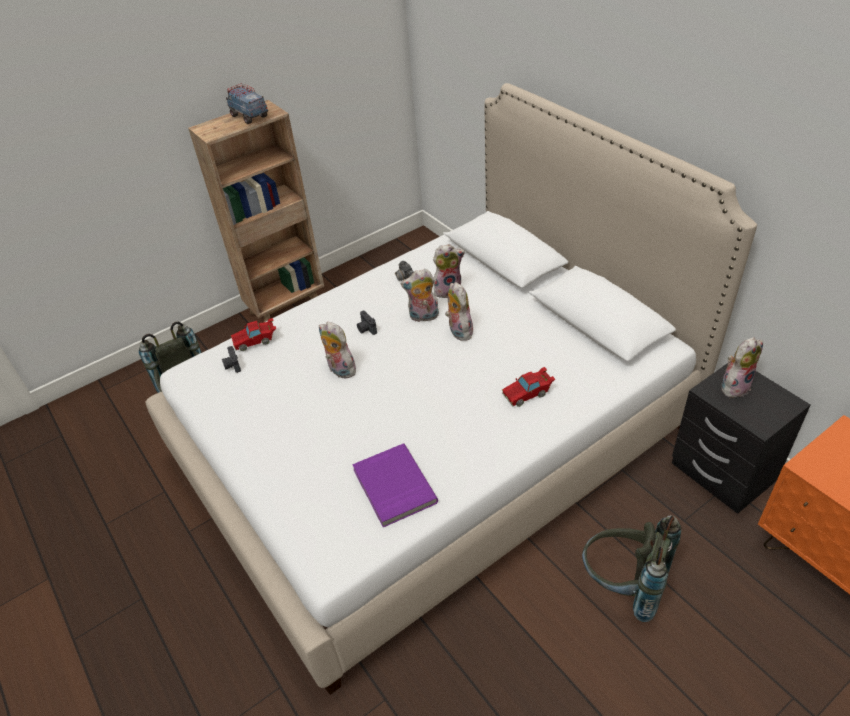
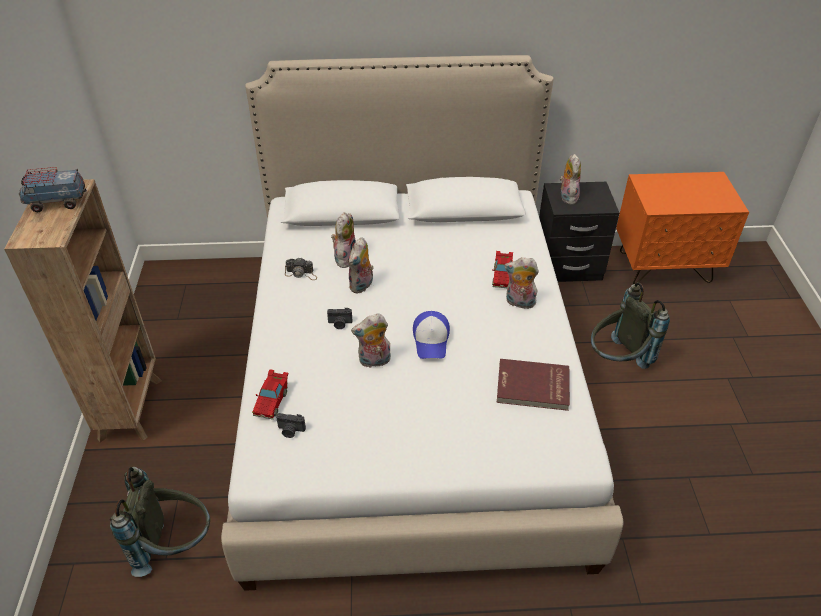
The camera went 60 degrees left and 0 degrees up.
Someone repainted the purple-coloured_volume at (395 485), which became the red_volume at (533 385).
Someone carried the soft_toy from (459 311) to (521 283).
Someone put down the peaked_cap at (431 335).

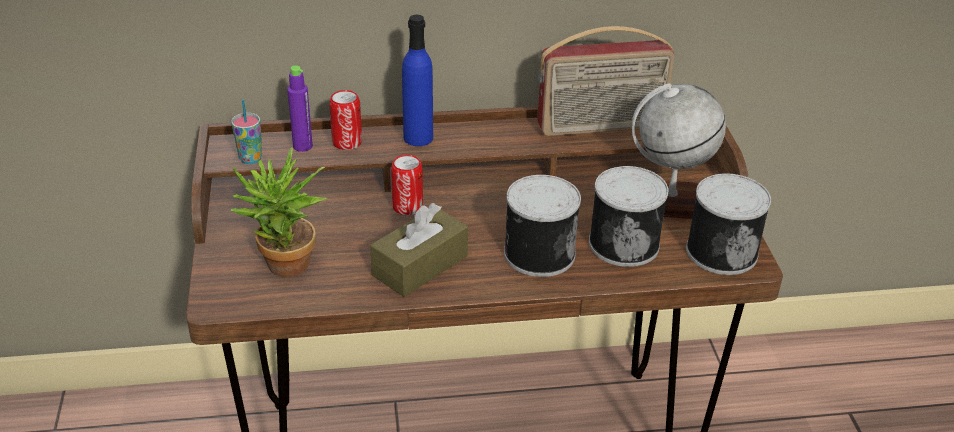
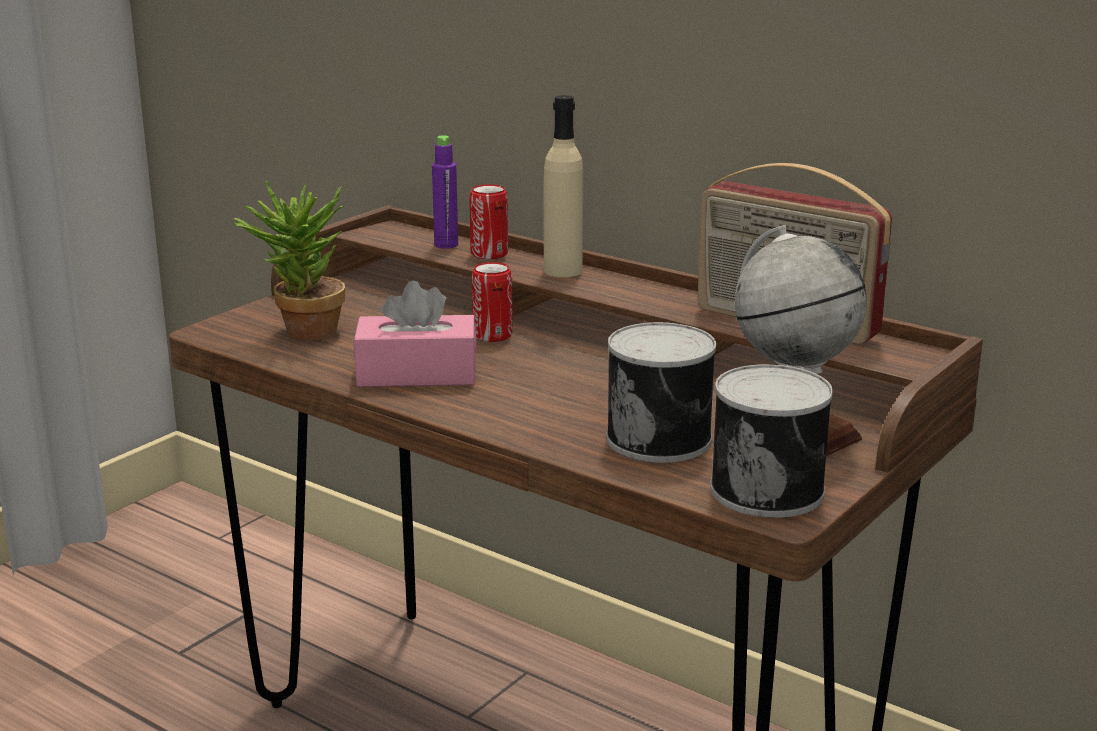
The camera went 45 degrees right and 15 degrees down.
Someone took away the small_cup at (246 132).
Someone repainted the brown-coloured_tissue_holder at (419 250), which became the pink-coloured_tissue_holder at (415 333).
Someone repainted the blue-coloured_bottle at (417 80), which became the sand-coloured_bottle at (563 186).
Someone took away the can at (542 226).

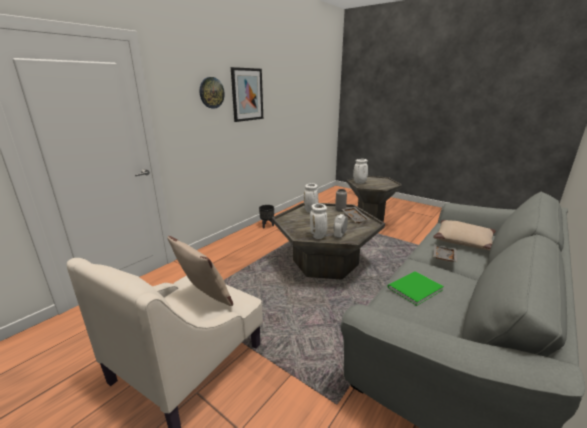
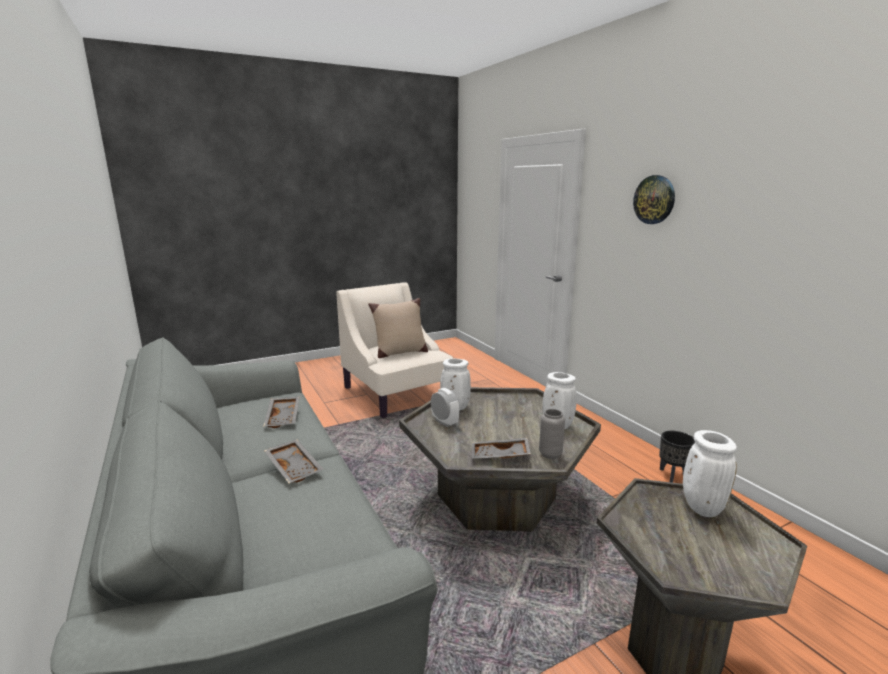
The camera went 115 degrees right and 5 degrees down.
Someone took away the wall_picture at (247 94).
Someone swapped the green_volume at (416 288) for the grey_carrying_tray at (281 412).
Someone took away the sand-coloured_cushion at (464 235).

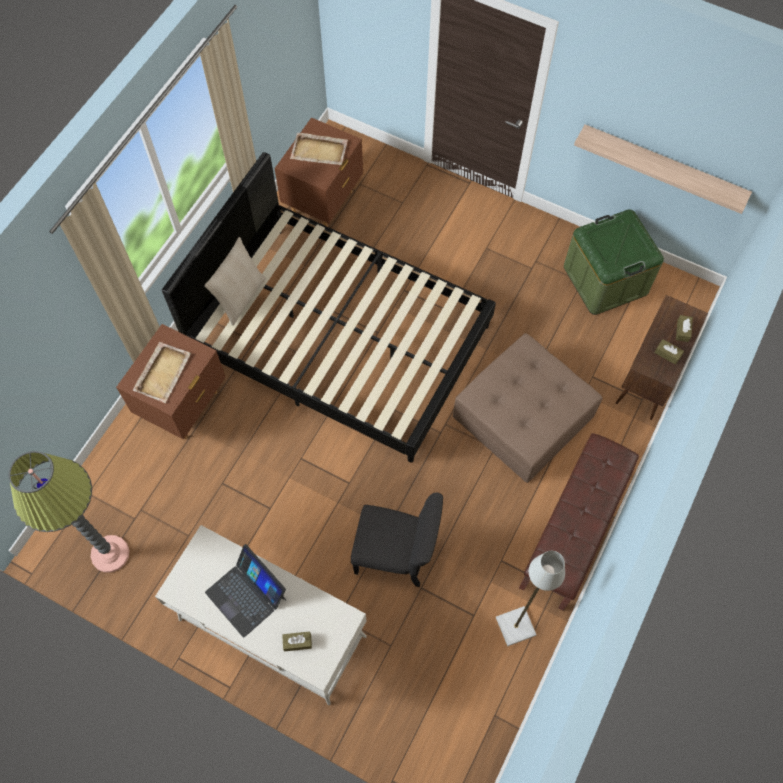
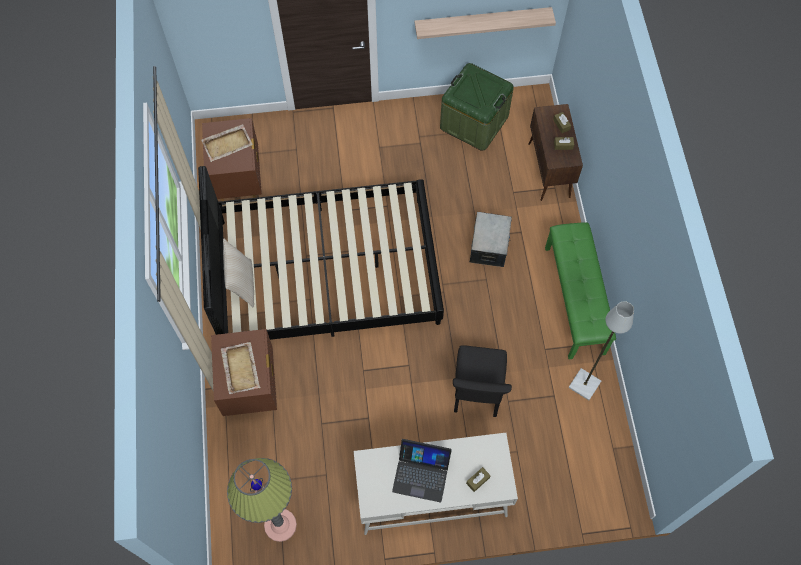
The camera went 35 degrees left and 0 degrees up.
Someone rotated the black-coloured_chair at (397 540) by 120 degrees clockwise.
Someone swapped the brown-coloured_ottoman at (528 408) for the storage_container at (491 239).
Someone repainted the brown-coloured_indoor_bench at (579 522), which became the green_indoor_bench at (580 291).

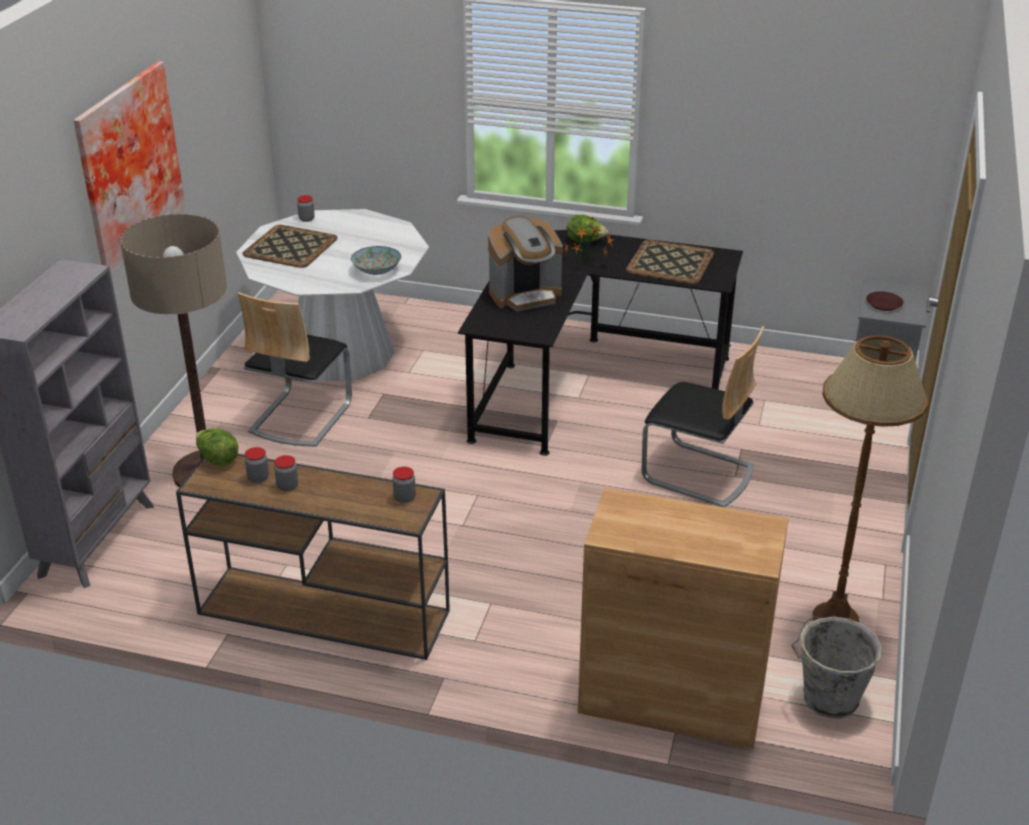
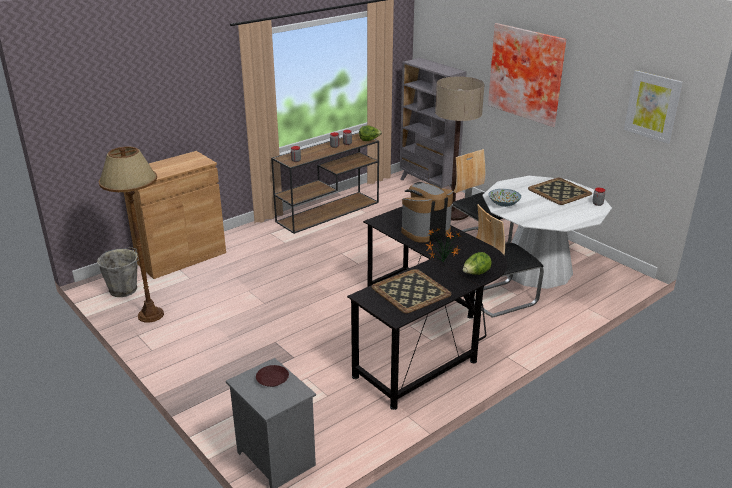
The camera went 125 degrees right and 5 degrees down.
Someone rotated the coffee_maker at (525 264) by 45 degrees clockwise.
Someone carried the chair from (703 416) to (506 261).
Someone put up the wall_picture at (653 107).

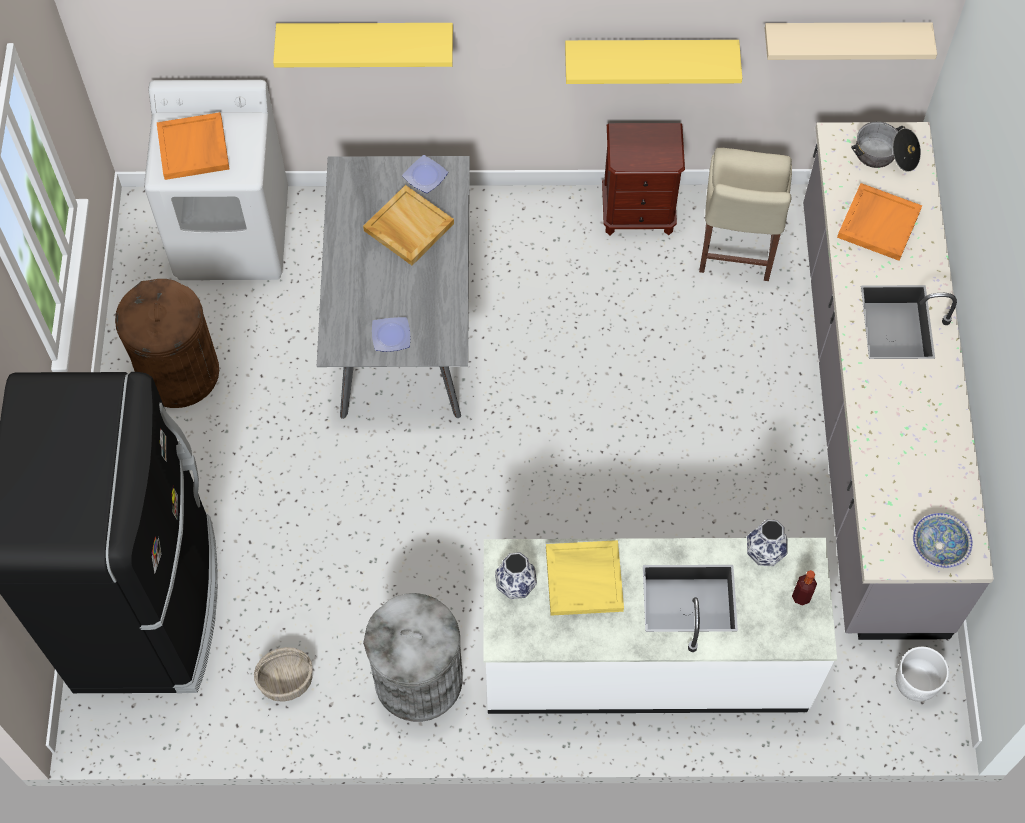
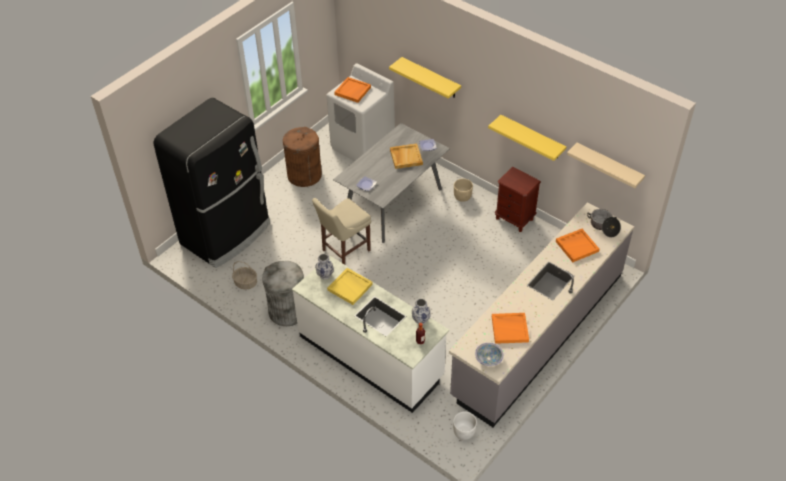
The camera went 40 degrees right and 15 degrees down.
Someone carried the sand-coloured_chair from (745 214) to (341 231).
Someone put down the sand-coloured_planter at (463 190).
Someone put down the orangey_carrying_tray at (510 328).

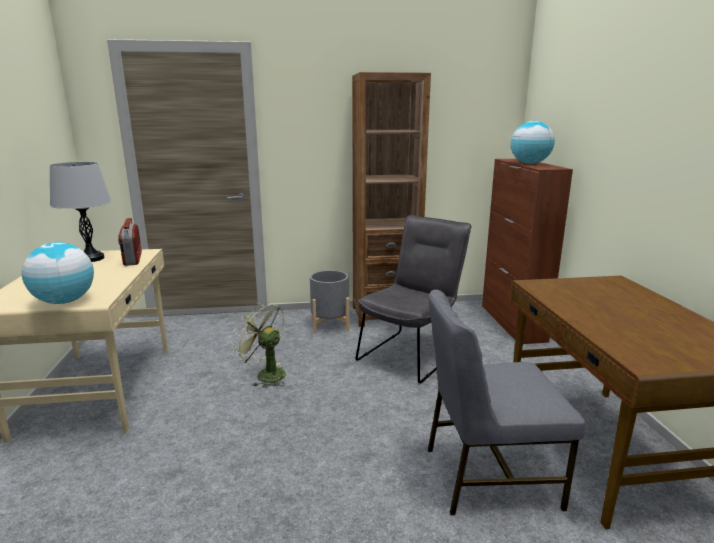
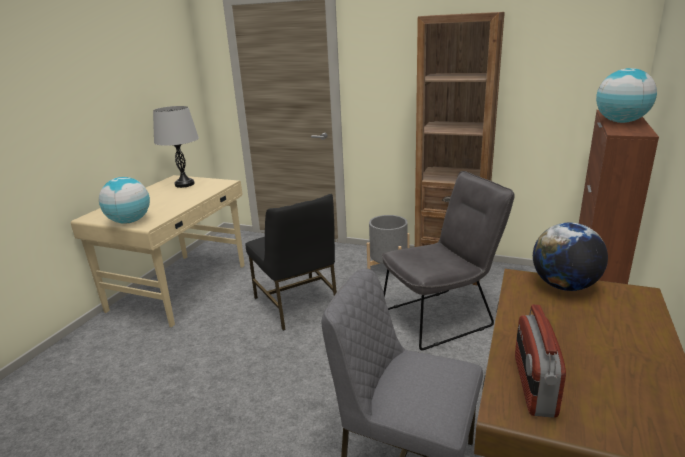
The camera went 30 degrees right and 5 degrees up.
Someone carried the radio_receiver from (130 242) to (540 361).
Someone swapped the green_cooling_fan at (259 345) for the black-coloured_chair at (291 262).
Someone put down the desk_globe at (570 257).

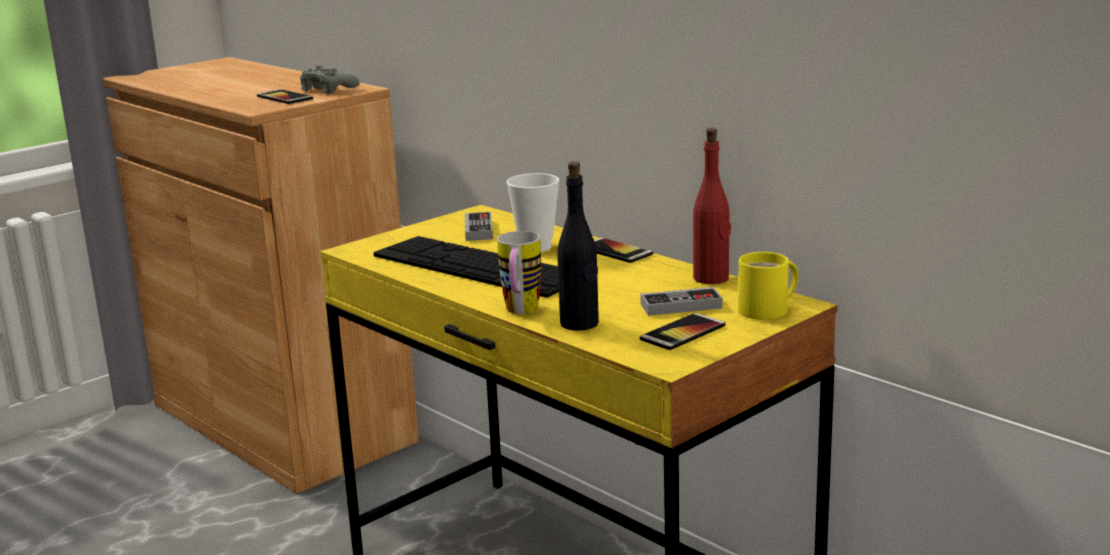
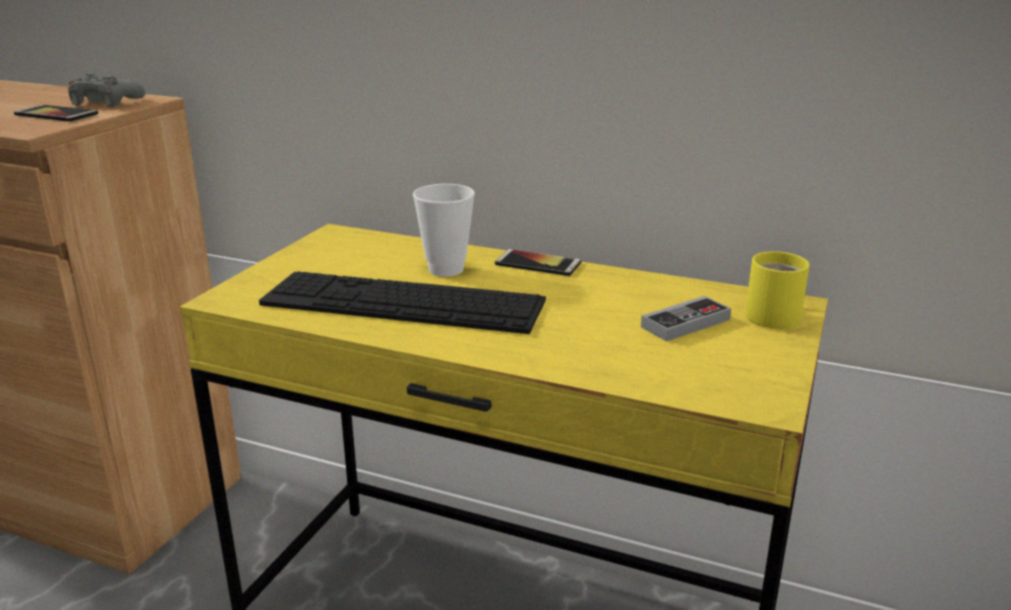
The camera went 25 degrees left and 5 degrees up.
Someone took away the game_controller at (479 226).
Someone took away the mug at (519 272).
Someone took away the black-coloured_bottle at (578 246).
Someone took away the handset at (683 331).
Someone took away the red_bottle at (712 206).

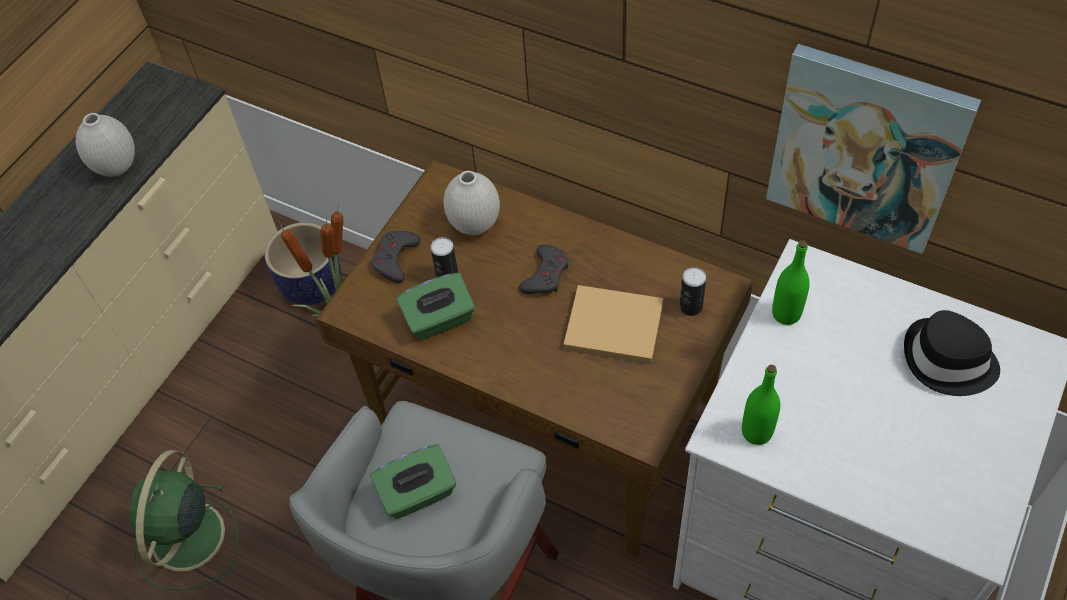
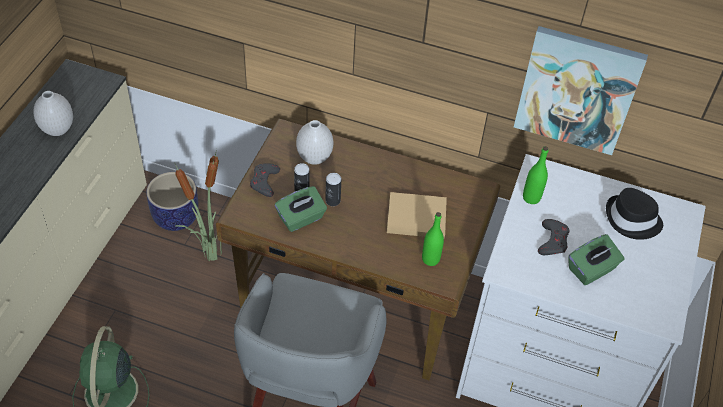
The camera went 15 degrees left and 5 degrees down.
Someone carried the green_tissue_holder from (413 481) to (596 259).
Someone carried the grey_game_controller from (544 269) to (554 237).
Someone carried the can from (692 291) to (333 189).
Someone carried the green_bottle from (761 405) to (433 239).

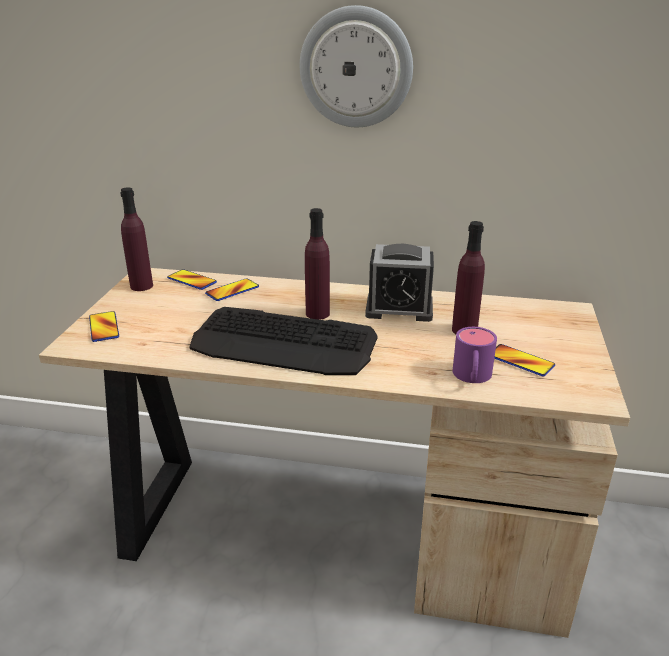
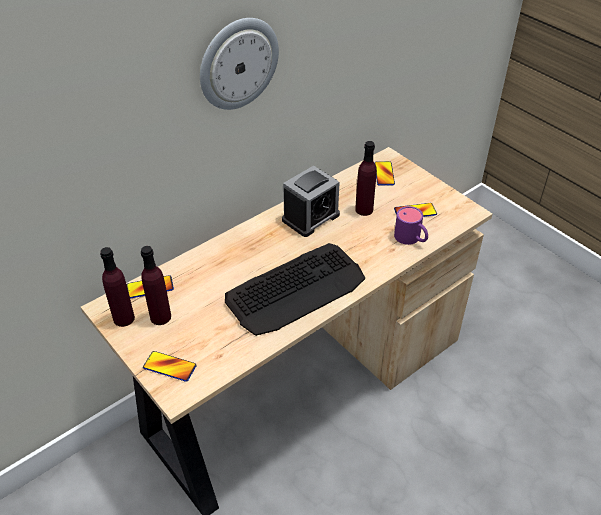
The camera went 50 degrees left and 15 degrees up.
Someone carried the handset from (232 289) to (384 173).
Someone carried the purple-coloured_bottle from (317 264) to (156 285).

